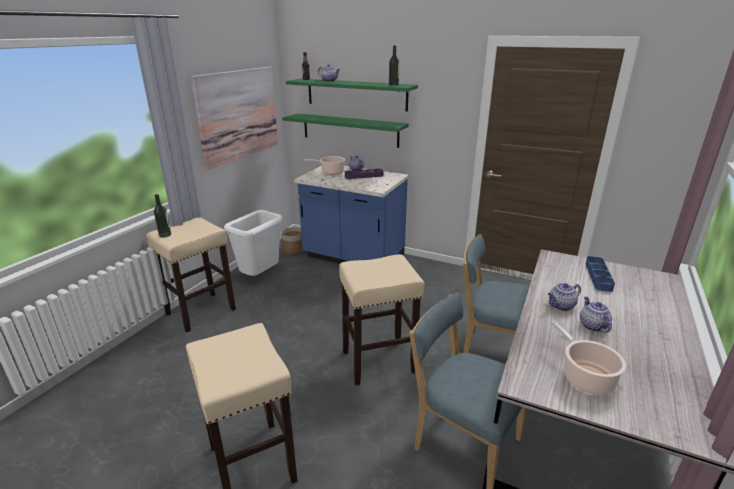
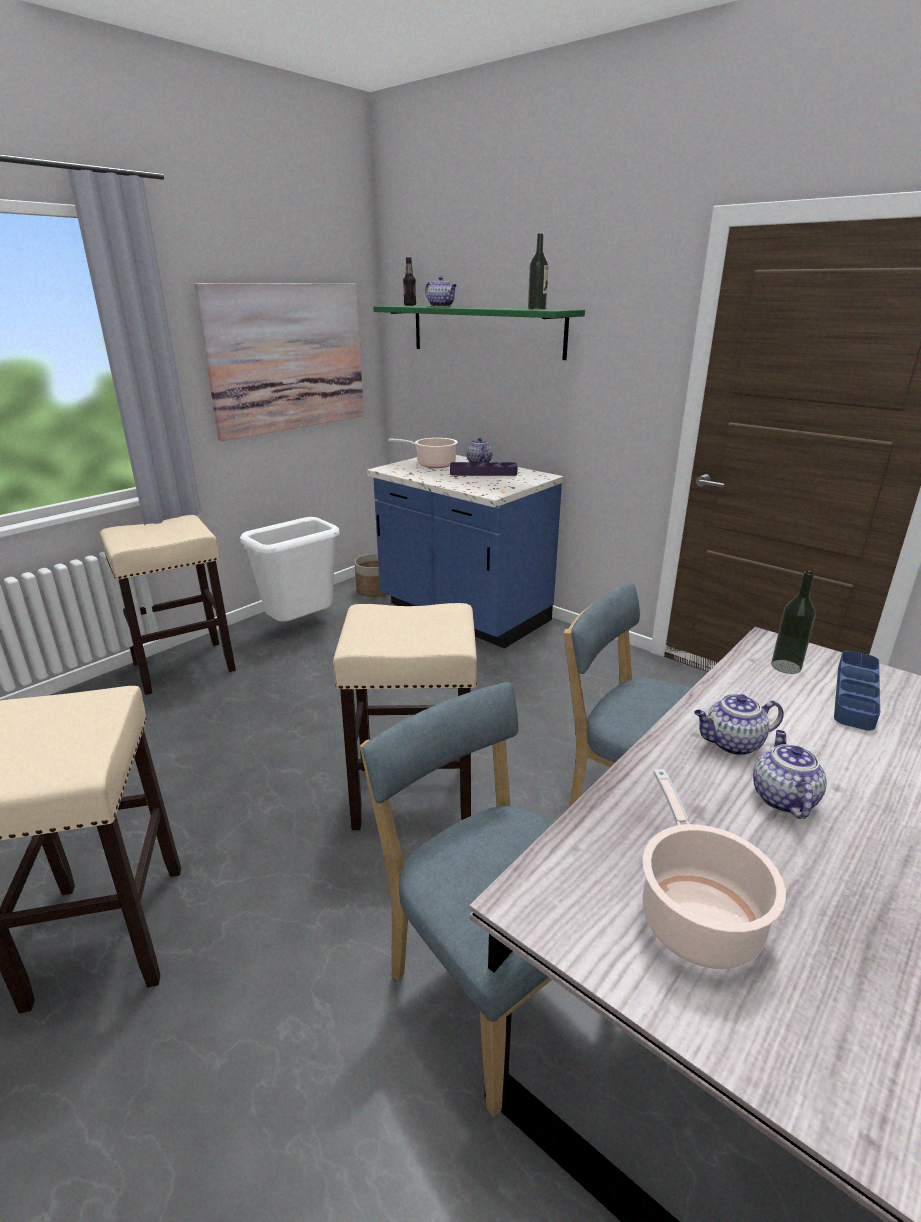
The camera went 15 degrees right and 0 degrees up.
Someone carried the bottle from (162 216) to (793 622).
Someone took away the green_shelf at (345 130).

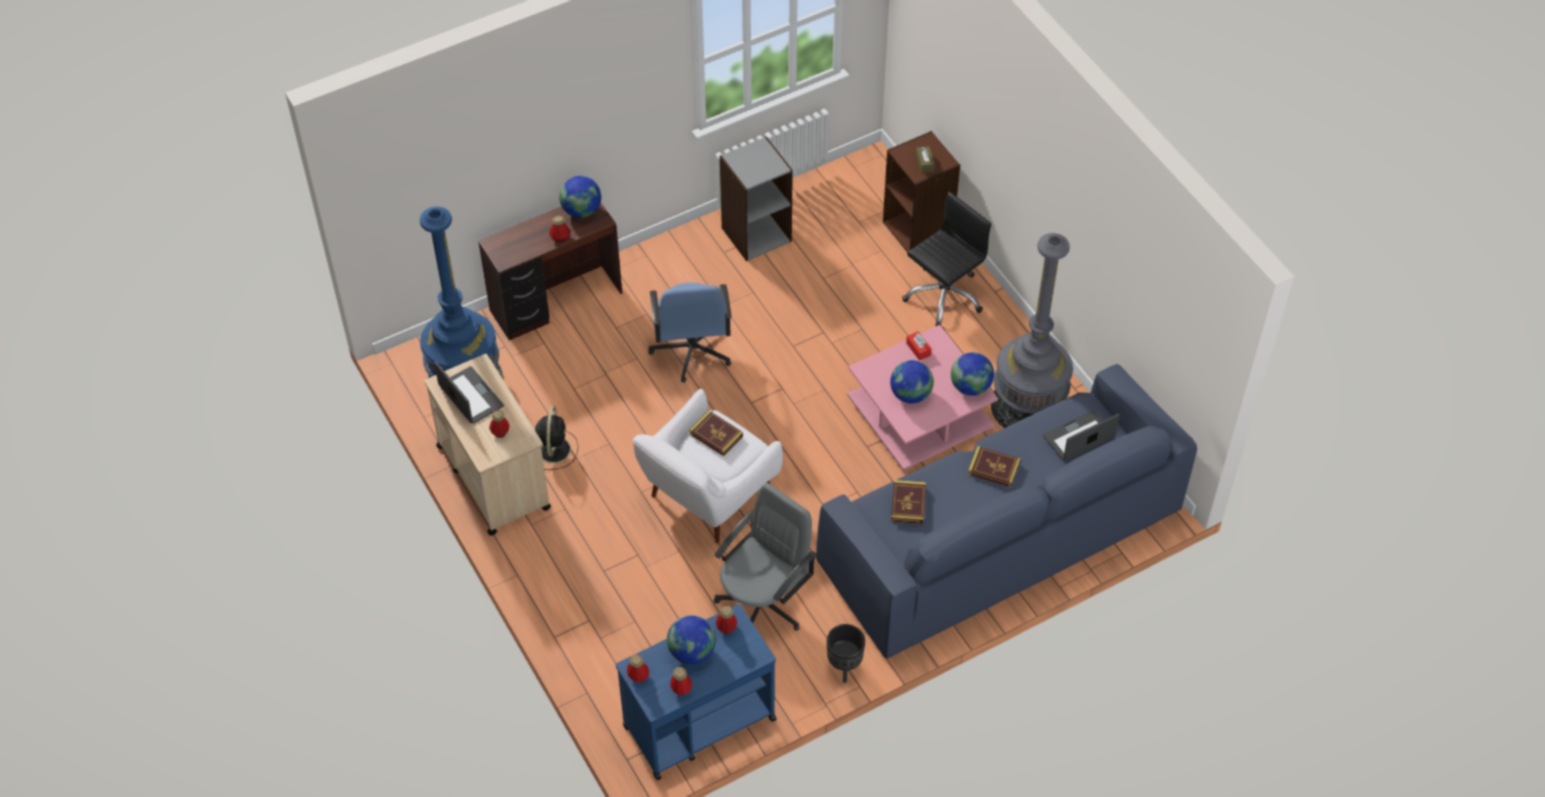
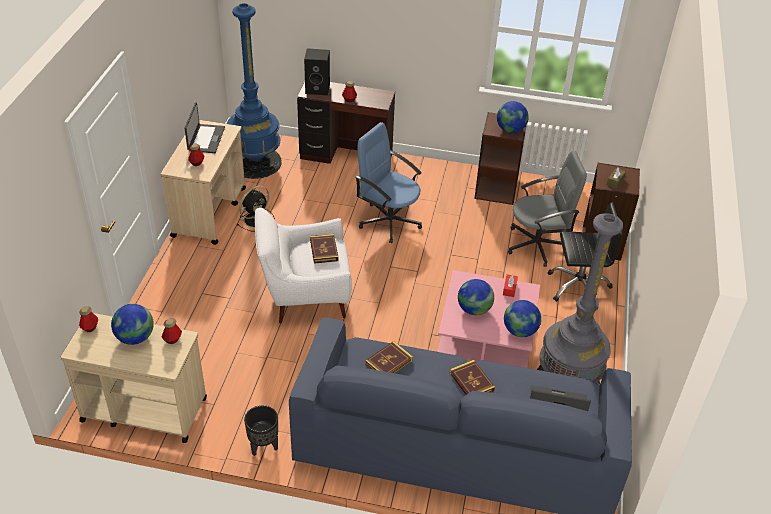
The camera went 40 degrees right and 10 degrees down.
Someone carried the desk_globe from (580 197) to (513 117).
Someone repainted the blue-coloured_trolley at (696 692), which became the sand-coloured_trolley at (134 378).
Someone rotated the blue-coloured_computer_chair at (690 333) by 90 degrees clockwise.
Someone took away the bottle at (681 681).
Someone carried the grey_computer_chair from (765 557) to (547 209).
Someone repainted the grey_bookshelf at (756 199), which became the brown-coloured_bookshelf at (500 158).
Someone put down the black-coloured_audio_speaker at (317 72).

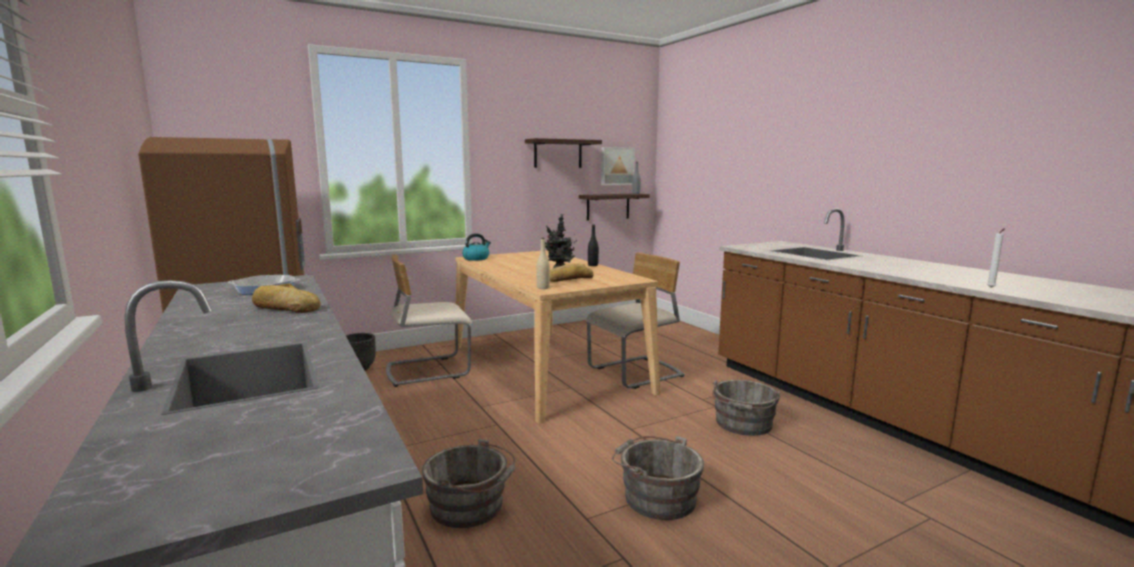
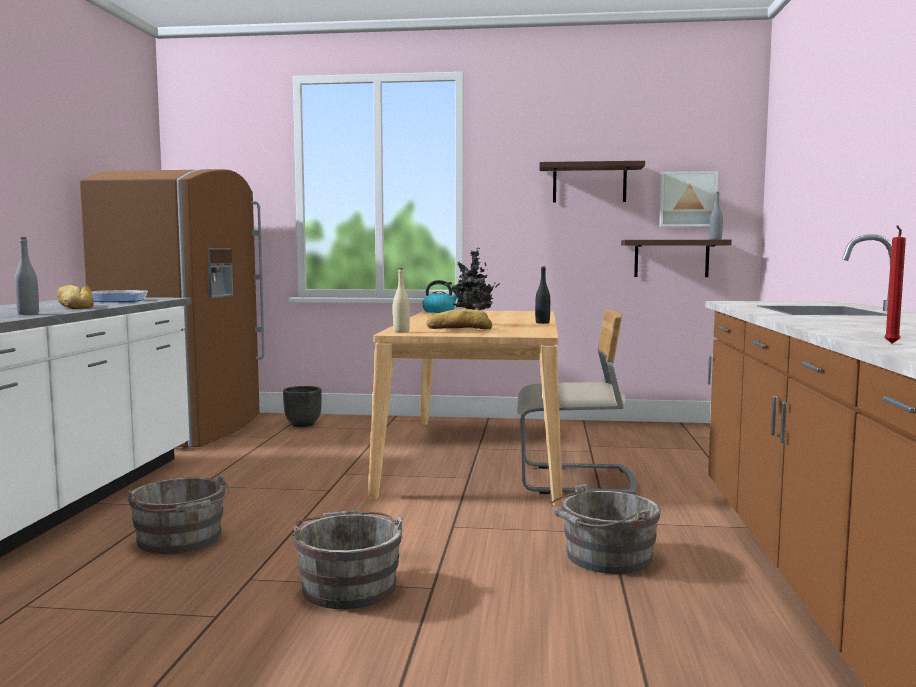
The camera went 35 degrees right and 5 degrees down.
Someone took away the sand-coloured_chair at (429 320).
Someone repainted the whitish_candle at (996 258), which became the red_candle at (895 284).
Someone put down the grey_bottle at (27 276).

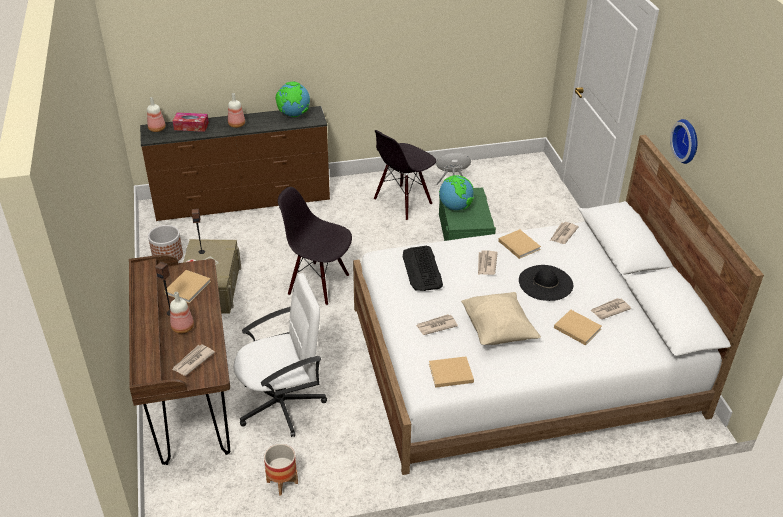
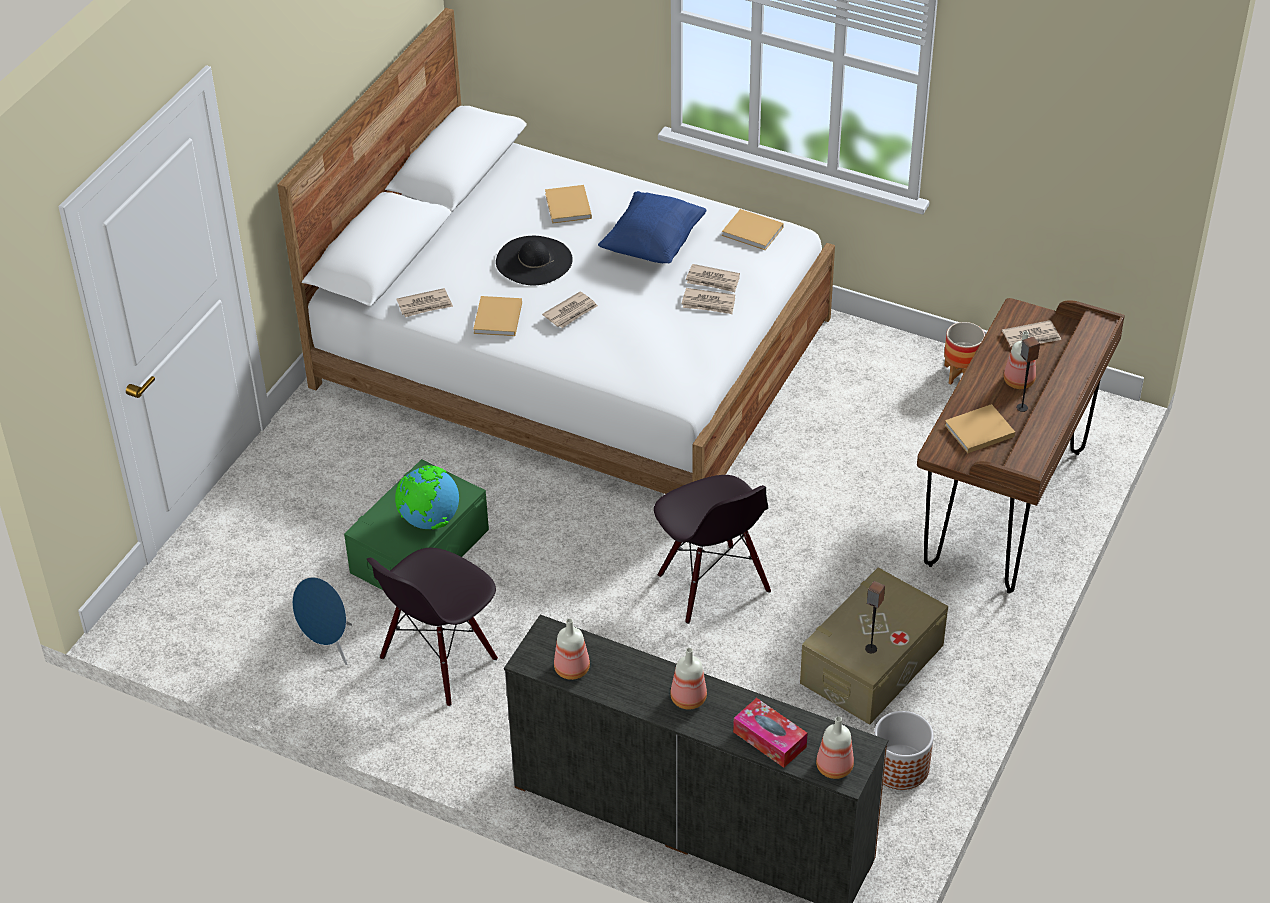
The camera went 140 degrees left and 5 degrees up.
Someone took away the whitish_computer_chair at (280 355).
Someone swapped the desk_globe at (293 99) for the bottle at (572 649).
Someone rotated the black-coloured_chair at (405 175) by 135 degrees clockwise.
Someone took away the PC_keyboard at (423 268).
Someone repainted the sand-coloured_cushion at (501 318), which became the blue-coloured_cushion at (652 227).
Someone carried the printed_paper from (611 308) to (708 301).
Someone took away the wall_clock at (683 141).

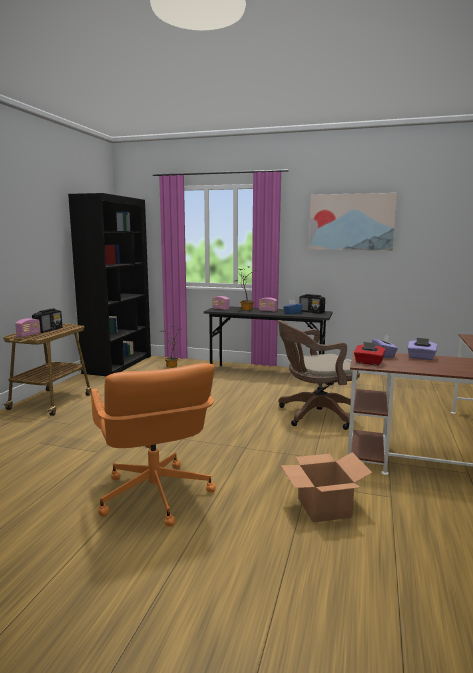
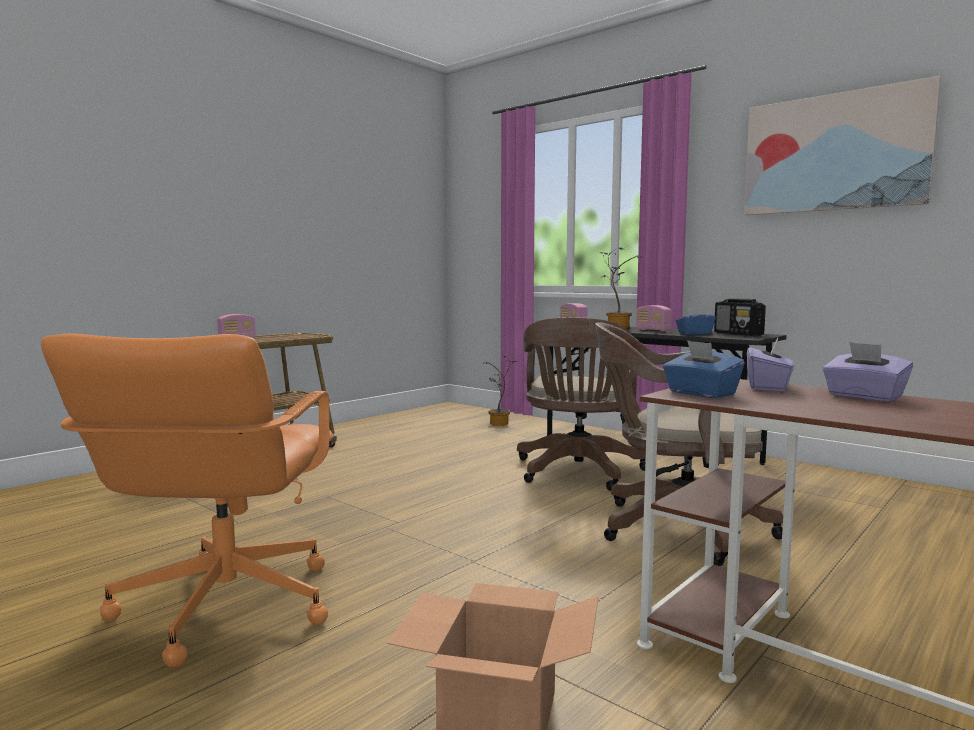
The camera went 25 degrees right and 5 degrees down.
Someone took away the radio_receiver at (47 320).
Someone took away the black-coloured_bookshelf at (109 284).
Someone repainted the red_tissue_holder at (370 353), which became the blue-coloured_tissue_holder at (704 369).
Someone put down the brown-coloured_computer_chair at (581 404).

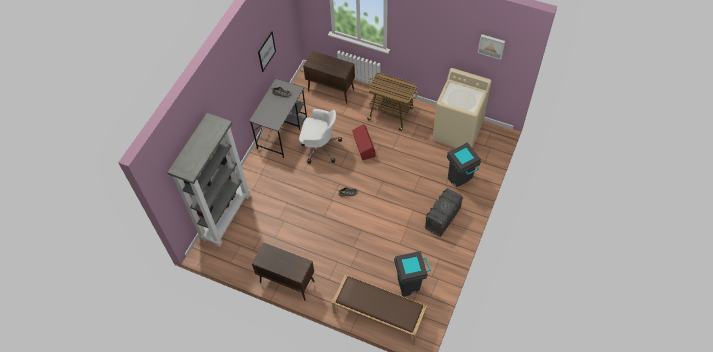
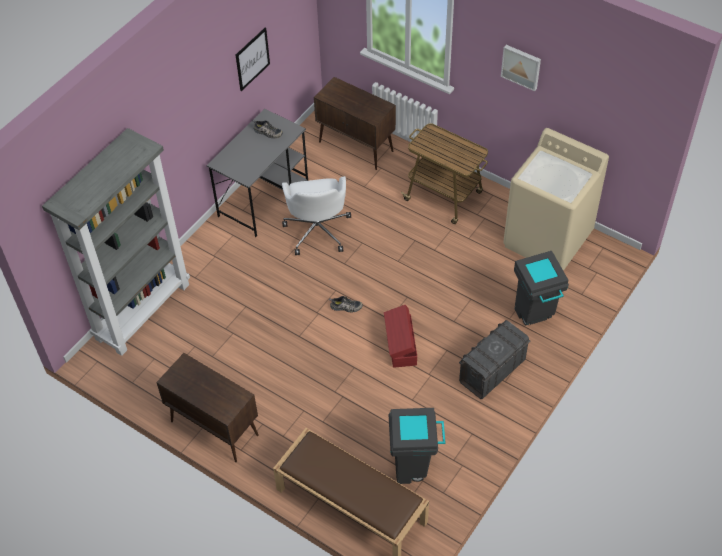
The camera went 10 degrees right and 5 degrees down.
Someone rotated the whitish_computer_chair at (320 136) by 60 degrees clockwise.
Someone carried the red_storage_container from (364 142) to (400 336).
Someone carried the wall_picture from (491 47) to (521 68).

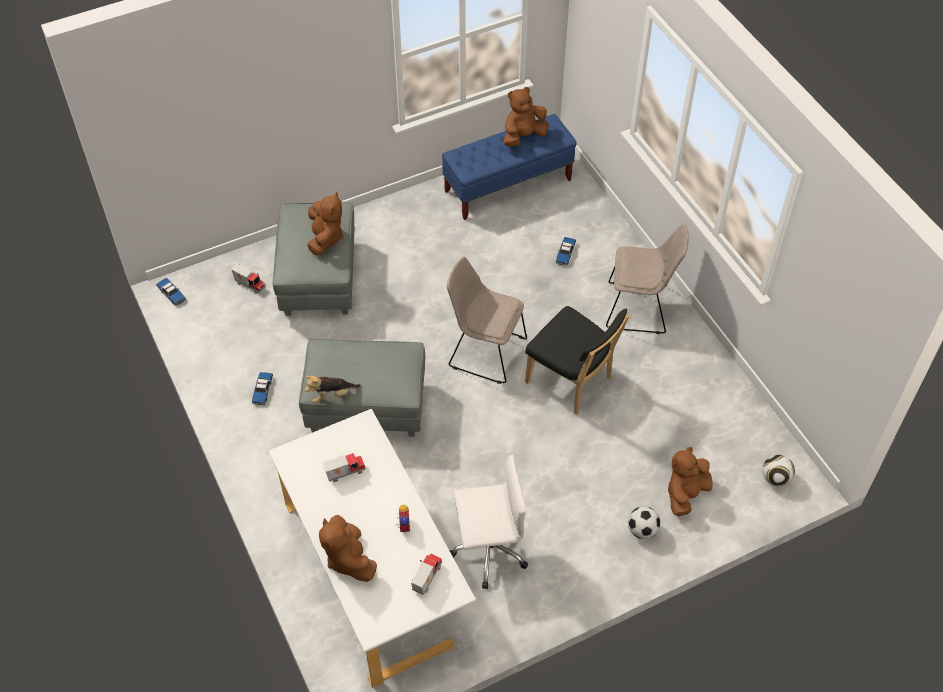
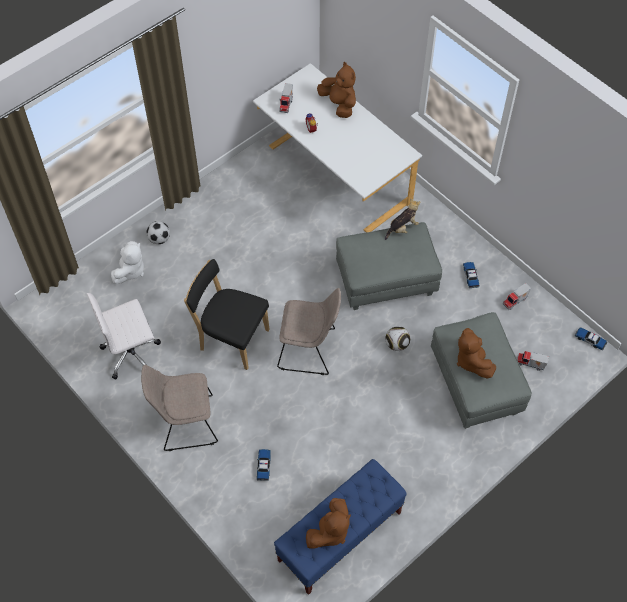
The camera went 165 degrees right and 5 degrees up.
Someone carried the model_truck from (344 467) to (517 296).
Someone carried the whitish_computer_chair from (489 521) to (124 336).
Someone repainted the brown-coloured_soft_toy at (690 481), which became the whitish_soft_toy at (127 262).
Someone carried the football from (778 470) to (397 338).

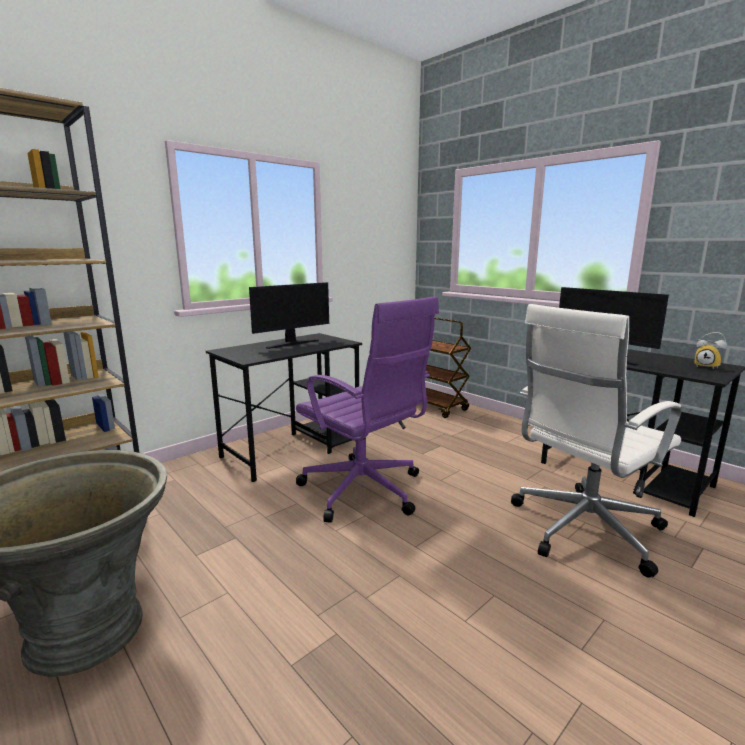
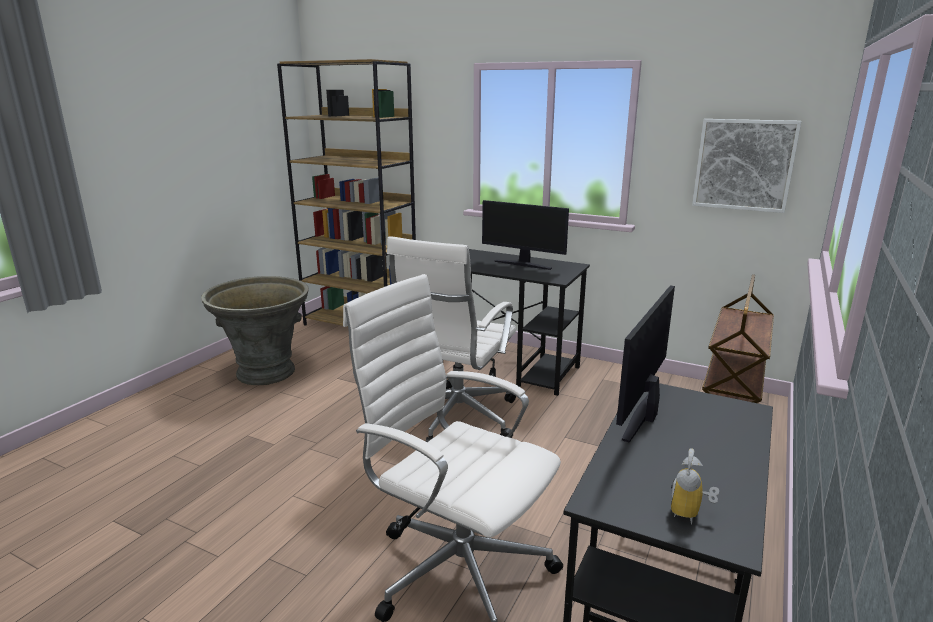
The camera went 70 degrees right and 5 degrees up.
Someone repainted the purple-coloured_computer_chair at (367 409), which became the whitish_computer_chair at (451 339).
Someone put up the wall_picture at (746 166).

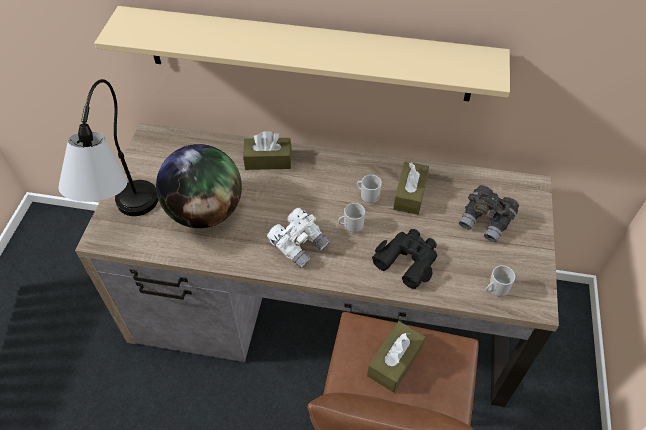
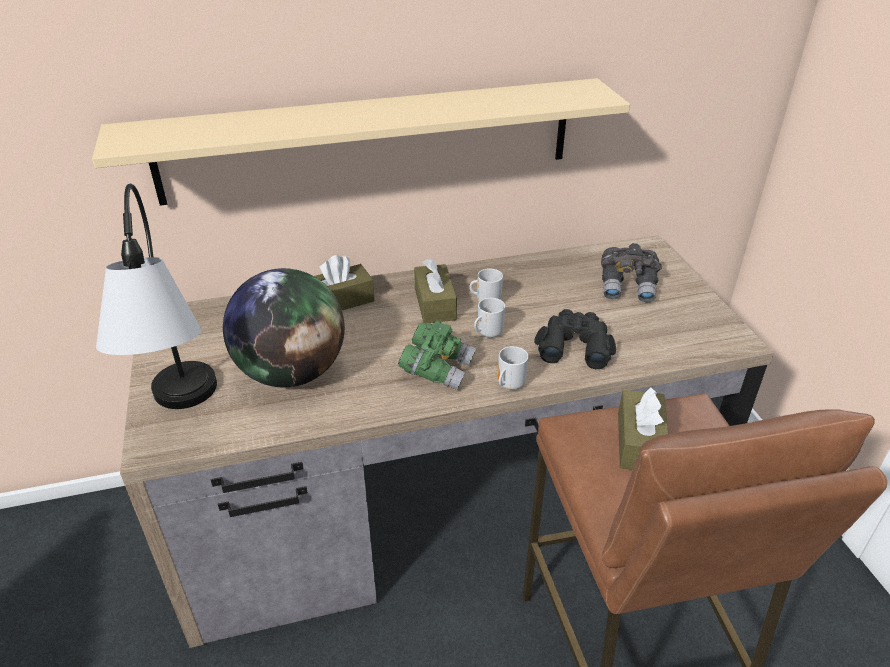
The camera went 25 degrees left and 15 degrees down.
Someone repainted the whitish_field_glasses at (298 238), which became the green_field_glasses at (437 355).
Someone carried the brown-coloured_tissue_holder from (411 188) to (435 291).
Someone carried the mug from (500 281) to (513 368).

